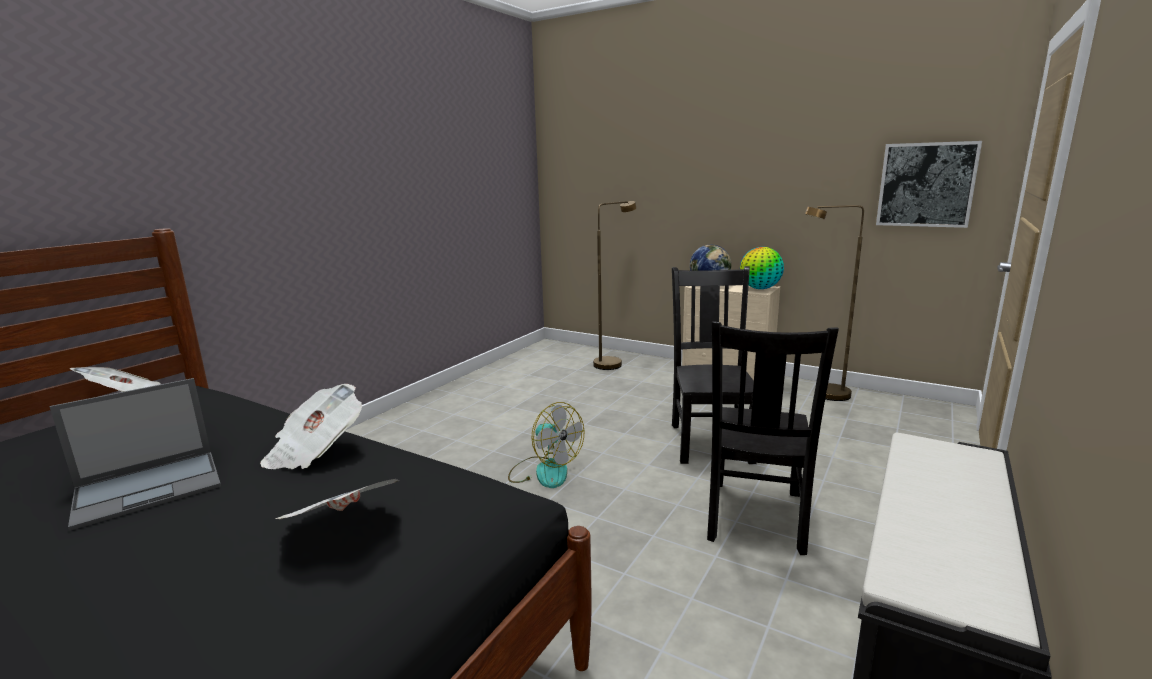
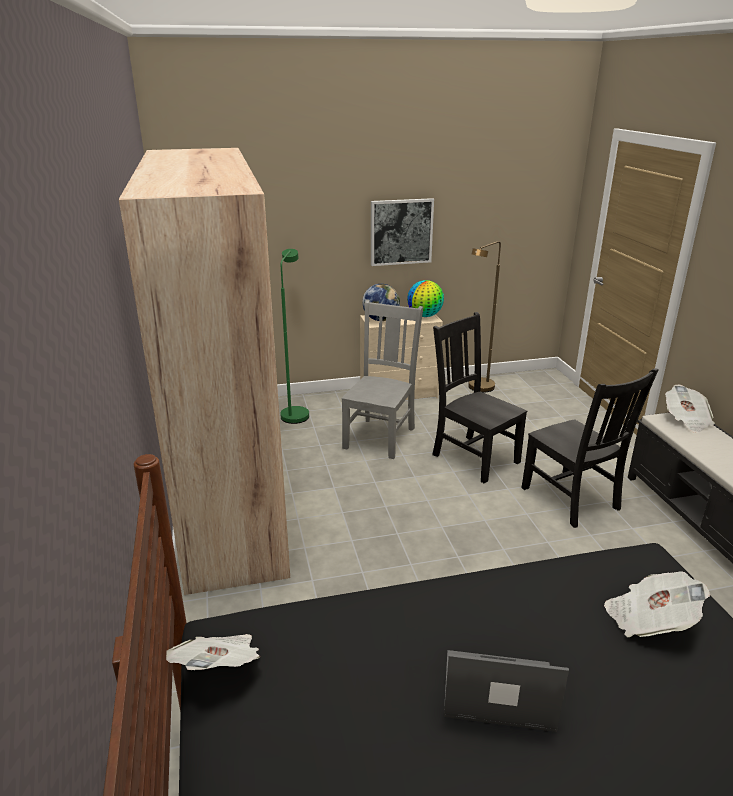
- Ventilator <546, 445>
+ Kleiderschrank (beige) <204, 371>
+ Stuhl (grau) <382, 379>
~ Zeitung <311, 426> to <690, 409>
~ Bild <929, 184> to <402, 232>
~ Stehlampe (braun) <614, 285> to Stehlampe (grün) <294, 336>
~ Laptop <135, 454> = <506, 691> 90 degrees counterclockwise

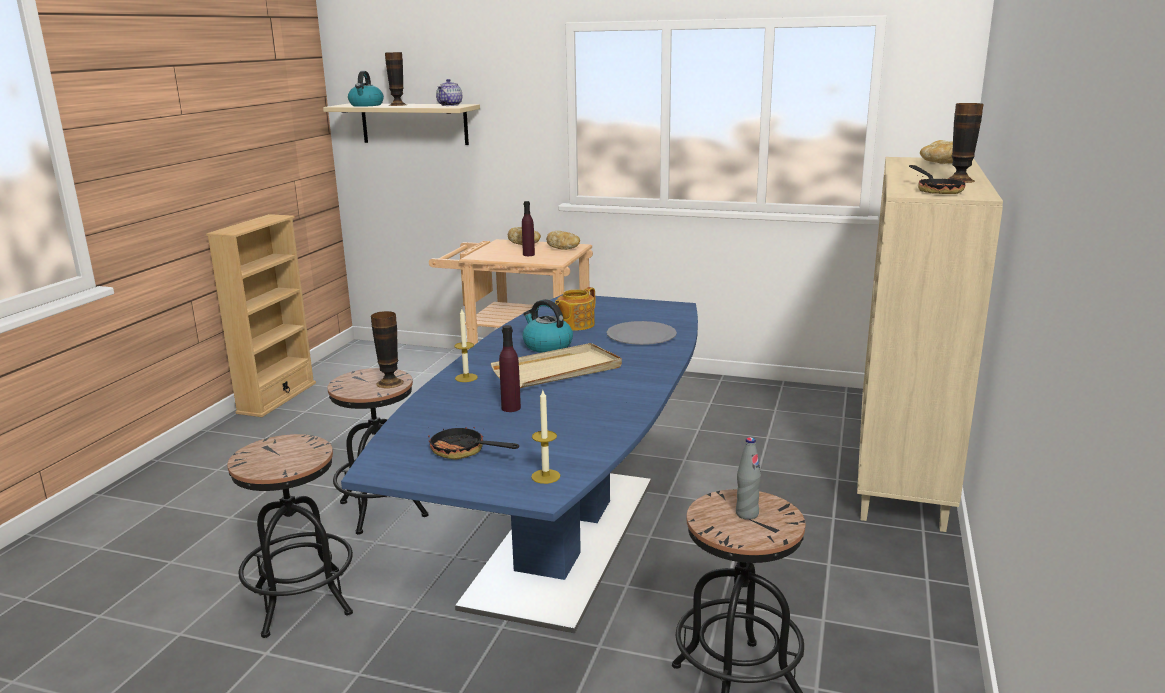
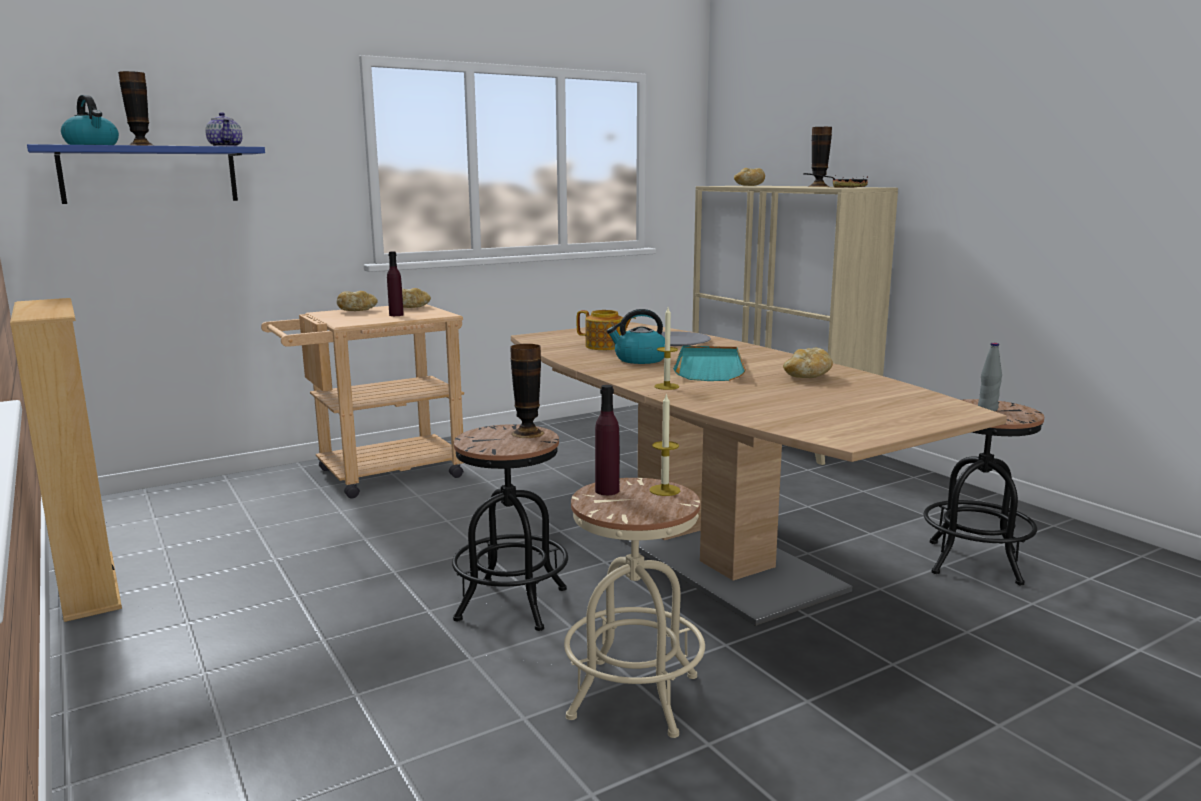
- Pfanne <473, 440>
+ Brot <808, 363>
~ Flasche (lila) <510, 368> to <607, 440>
~ Kerze <545, 437> to <665, 444>
~ Hocker (schwarz) <290, 536> to Hocker (beige) <634, 608>
~ Wandregal (beige) <401, 124> to Wandregal (blau) <146, 174>
~ Esstisch (blau) <519, 463> to Esstisch (braun) <759, 474>
~ Tablett (beige) <556, 365> to Tablett (türkis) <709, 363>
~ Teekanne <575, 309> = <606, 330> 60 degrees counterclockwise

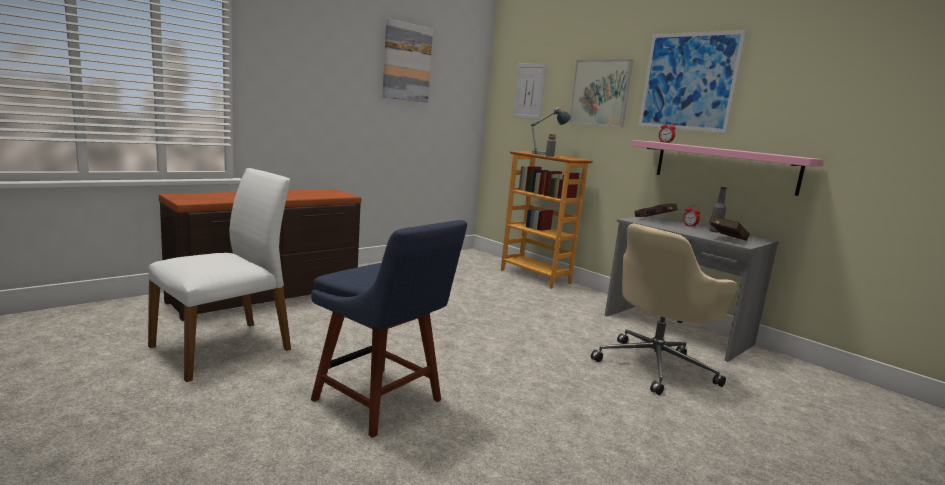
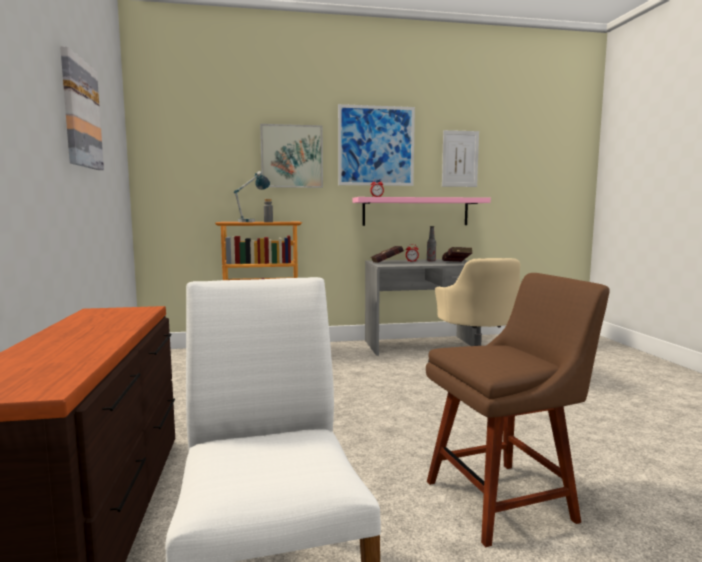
~ Bild <529, 91> to <460, 158>
~ Stuhl (blau) <389, 329> to Stuhl (braun) <518, 410>

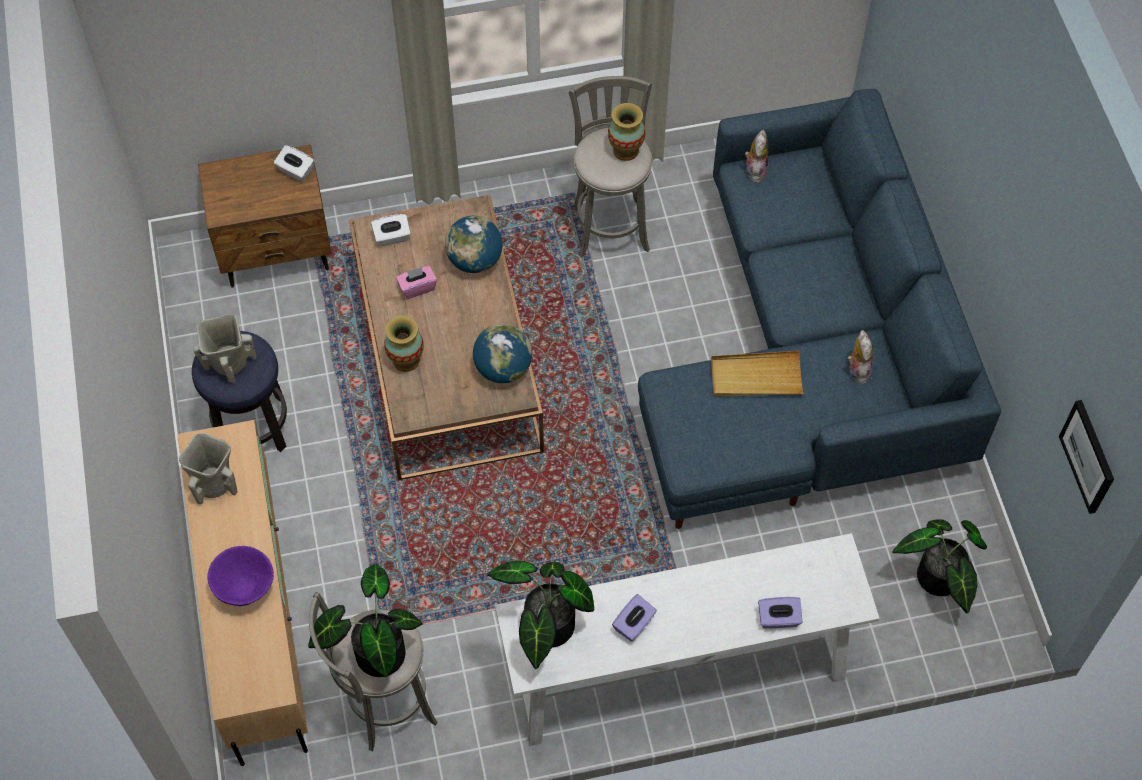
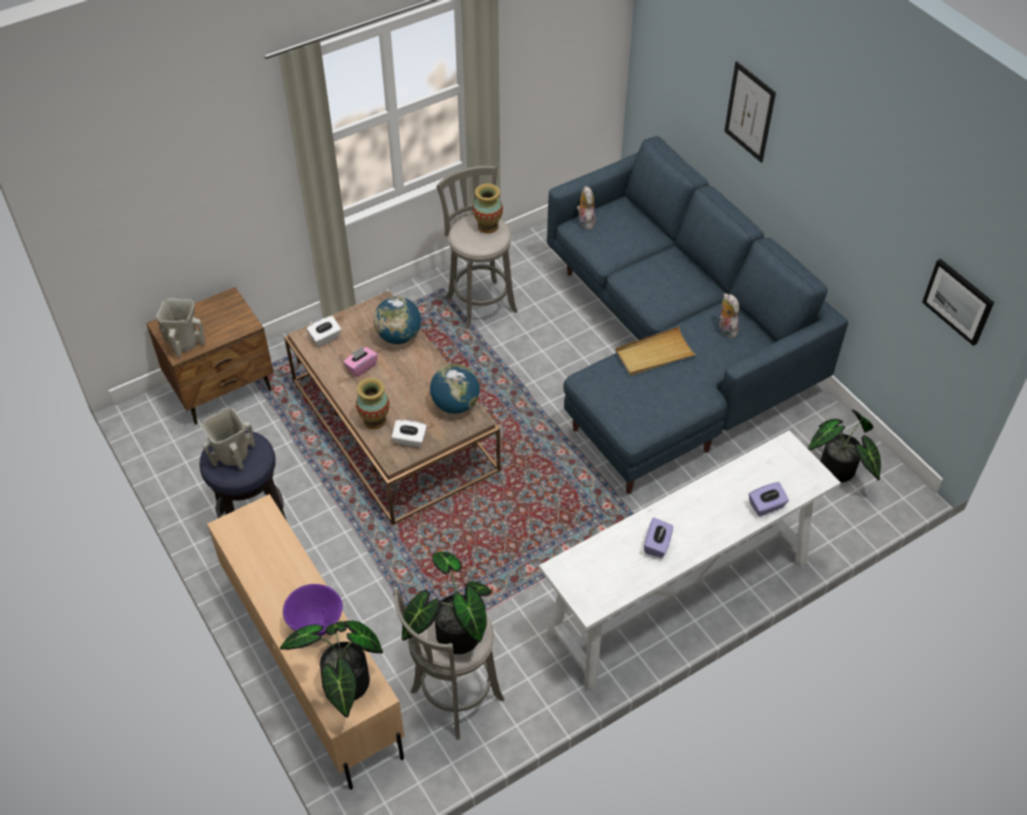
+ Bild <750, 112>
~ Vase (beige) <208, 468> to <180, 328>
~ Taschentuchbox (weiß) <294, 163> to <409, 433>
~ Topfpflanze <540, 615> to <331, 669>

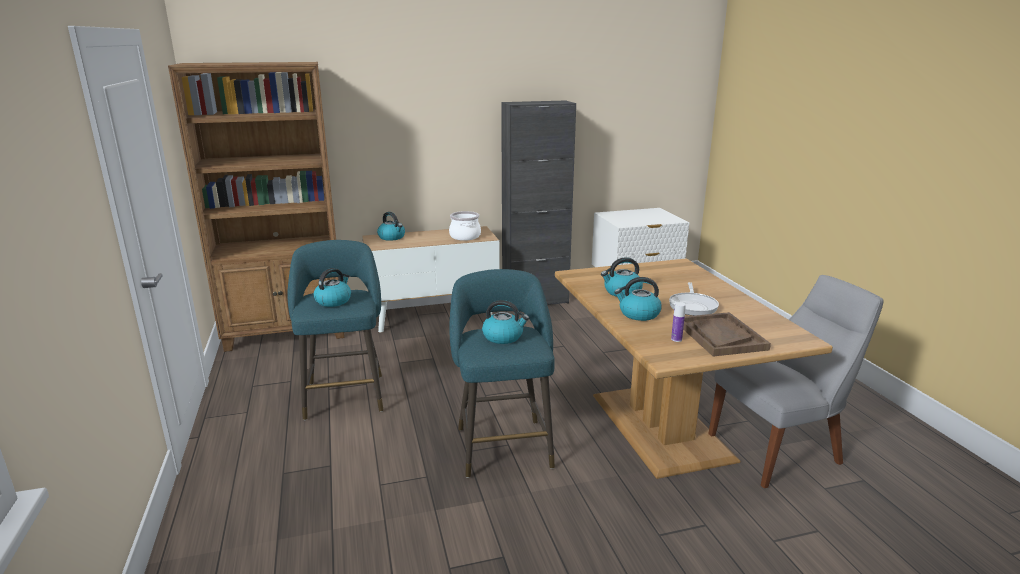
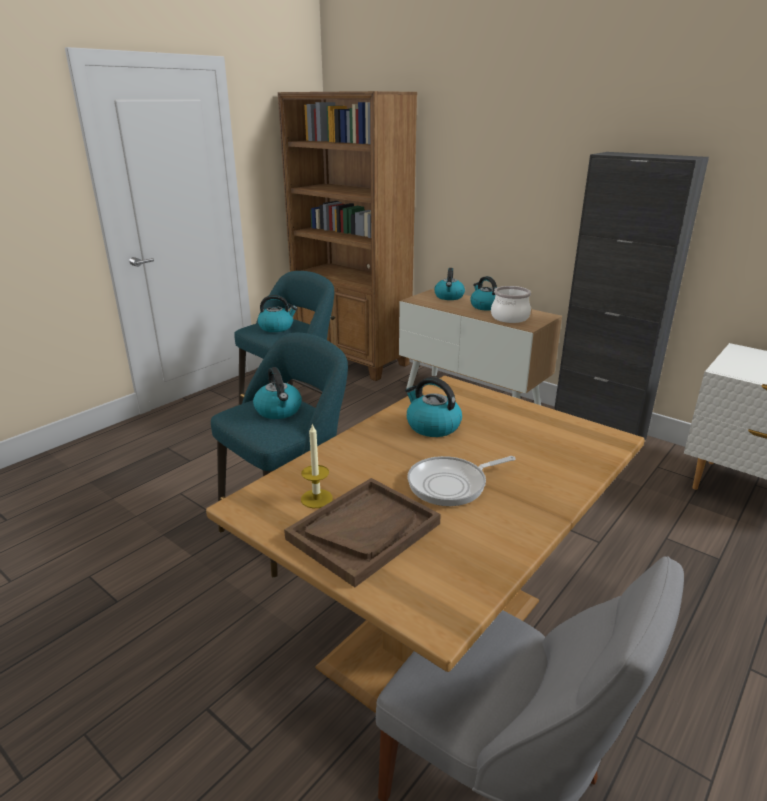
~ Wasserkessel <638, 299> to <483, 293>
~ Flasche <678, 322> to Kerze <317, 465>

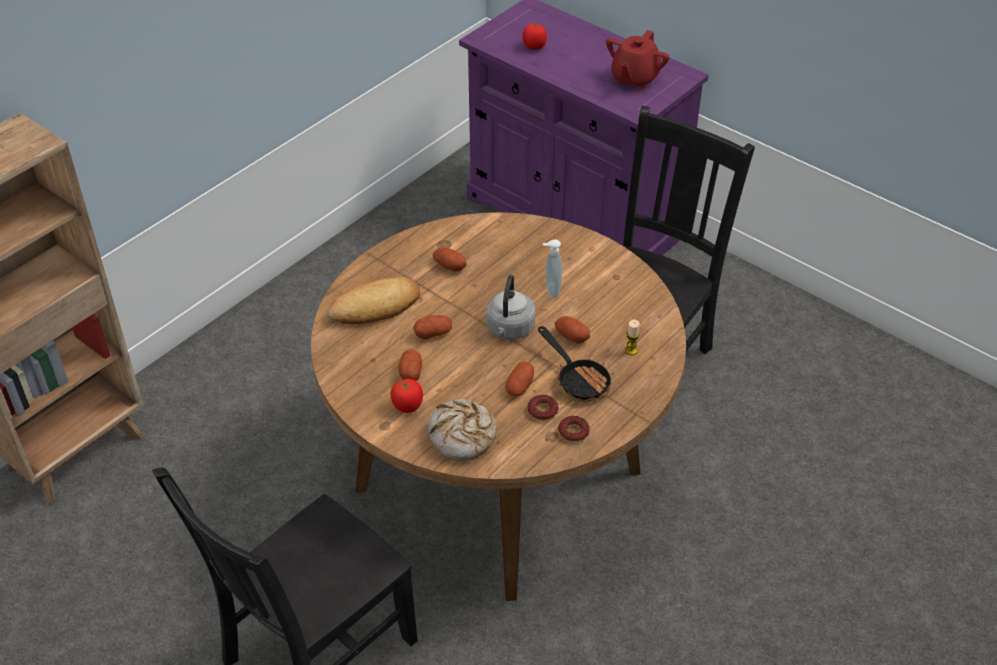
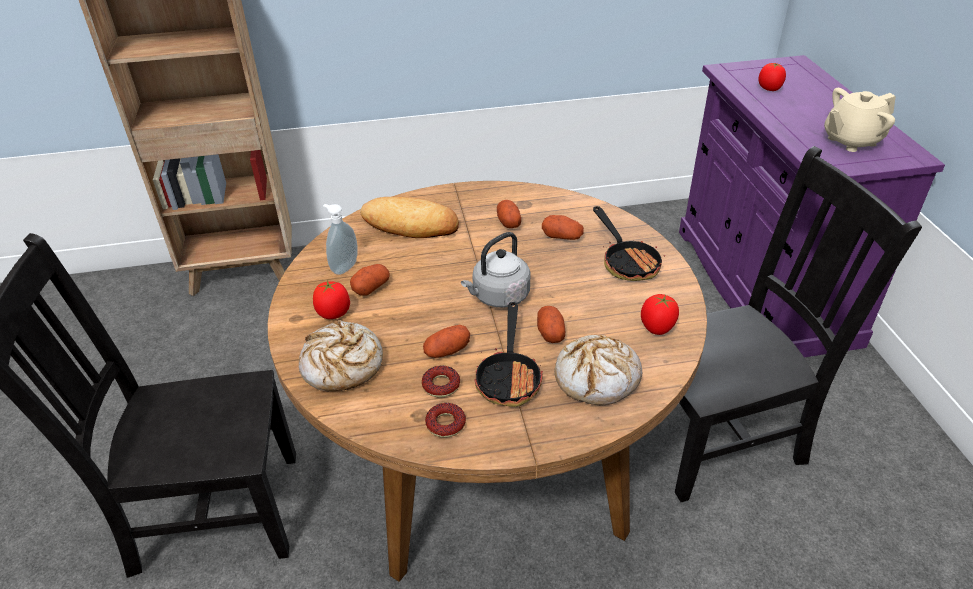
+ Pfanne <629, 243>
+ Tomate <660, 314>
~ Kartoffel <432, 327> to <563, 227>
~ Seifenspender <552, 268> to <340, 239>
~ Kerze <632, 337> to Brot <598, 370>
~ Teekanne (rot) <638, 59> to Teekanne (beige) <860, 120>

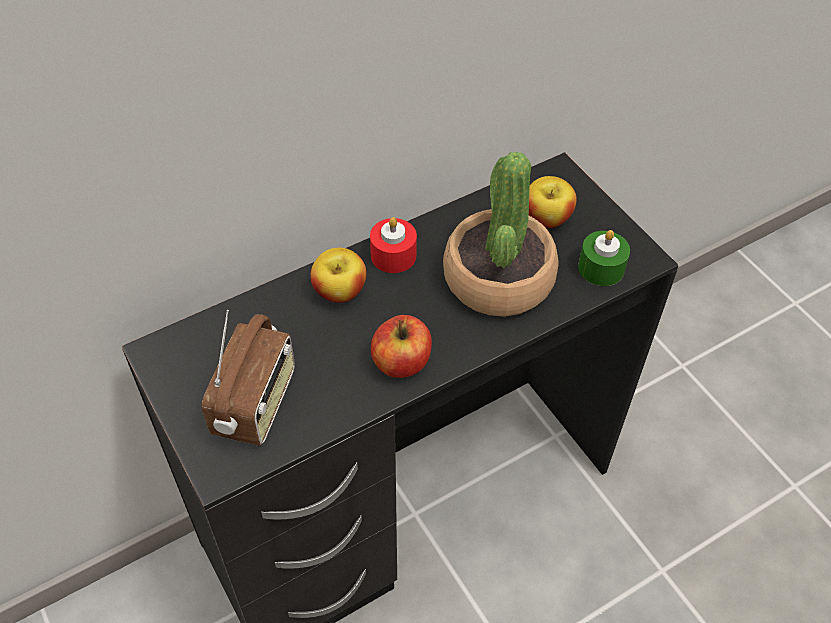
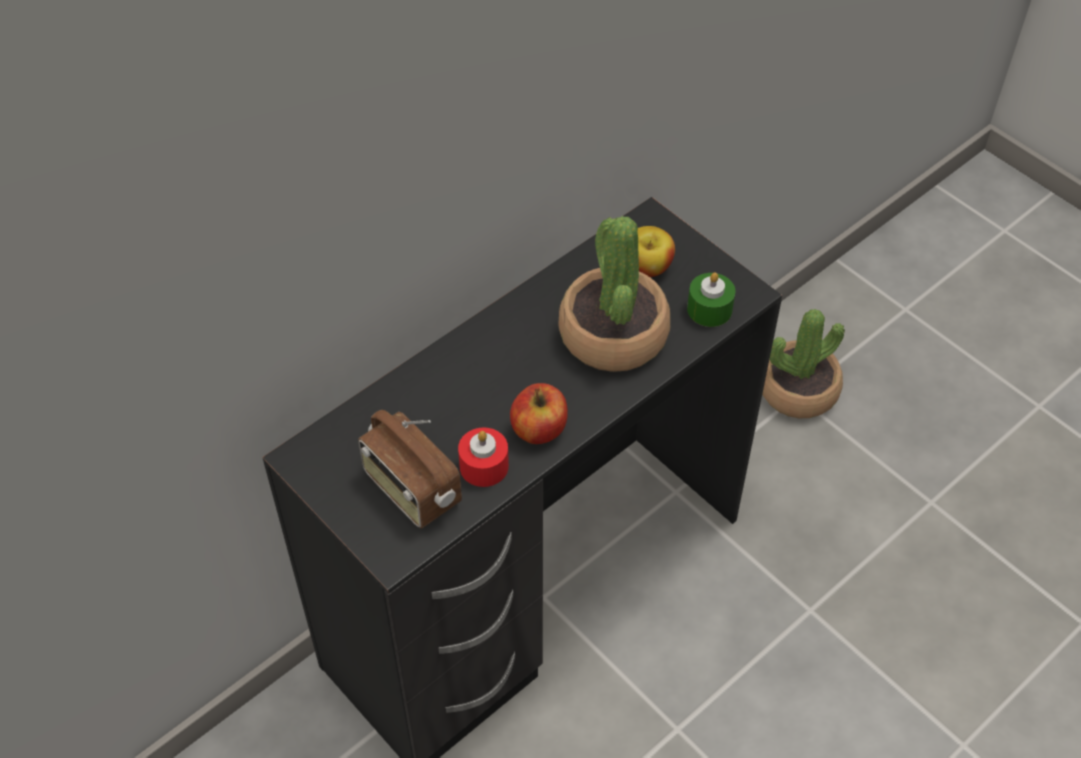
- Apfel <338, 275>
+ Topfpflanze <803, 363>
~ Kerze (rot) <393, 245> to <483, 457>
~ Radio <248, 378> = <410, 469> 135 degrees clockwise

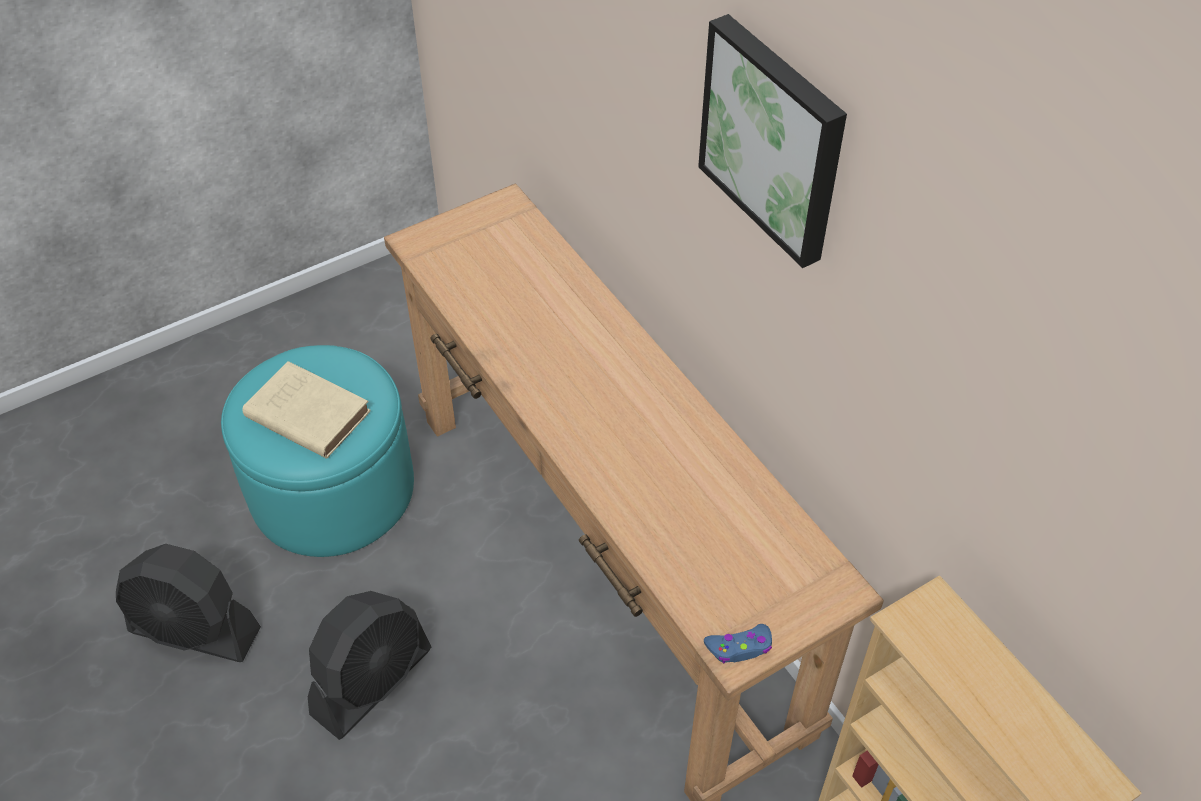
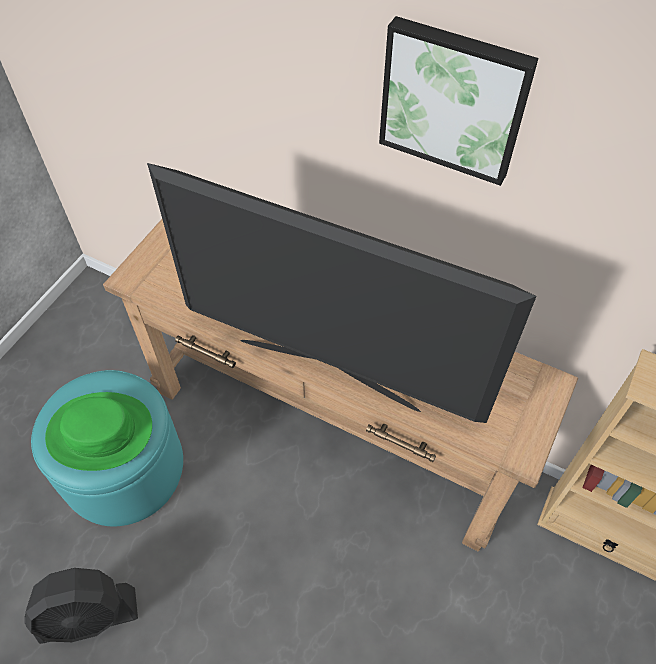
- Ventilator (schwarz) <370, 665>
- Gamepad (blau) <738, 643>
+ Fernseher <341, 293>
~ Buch (beige) <306, 410> to Hut (grün) <98, 431>

